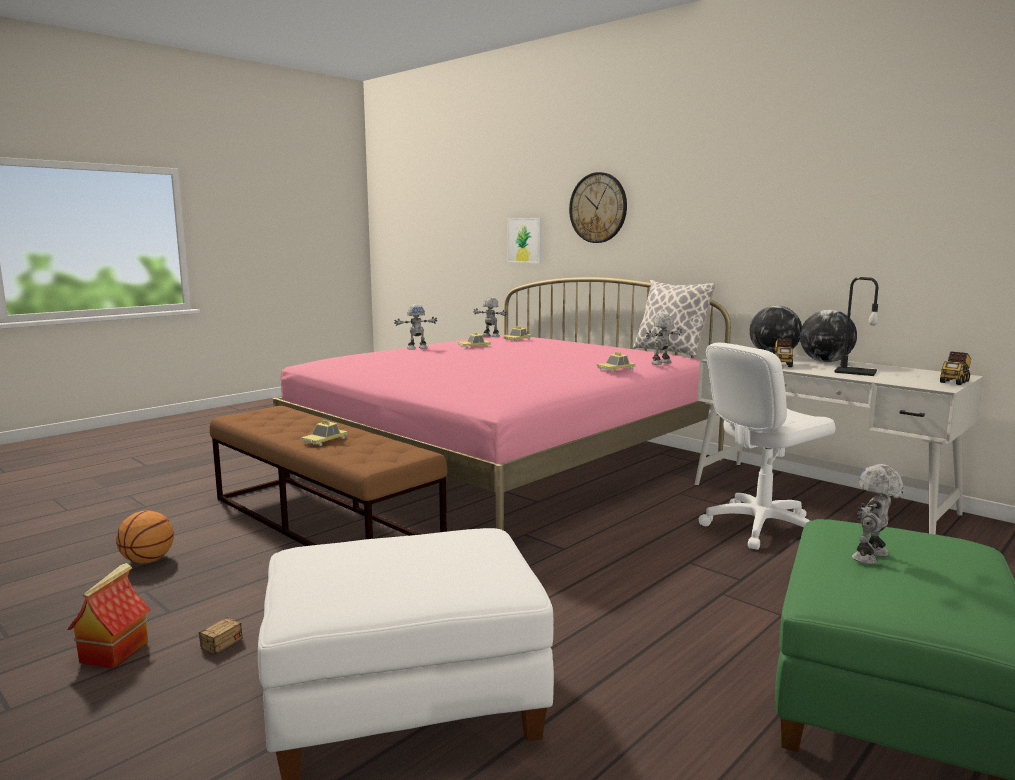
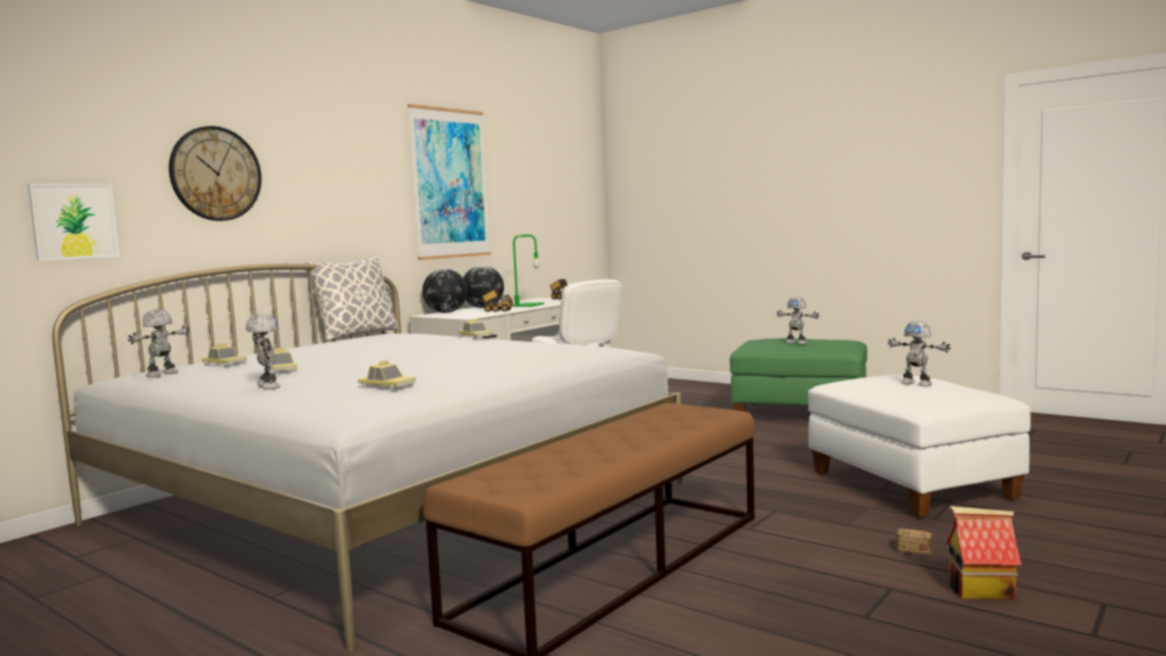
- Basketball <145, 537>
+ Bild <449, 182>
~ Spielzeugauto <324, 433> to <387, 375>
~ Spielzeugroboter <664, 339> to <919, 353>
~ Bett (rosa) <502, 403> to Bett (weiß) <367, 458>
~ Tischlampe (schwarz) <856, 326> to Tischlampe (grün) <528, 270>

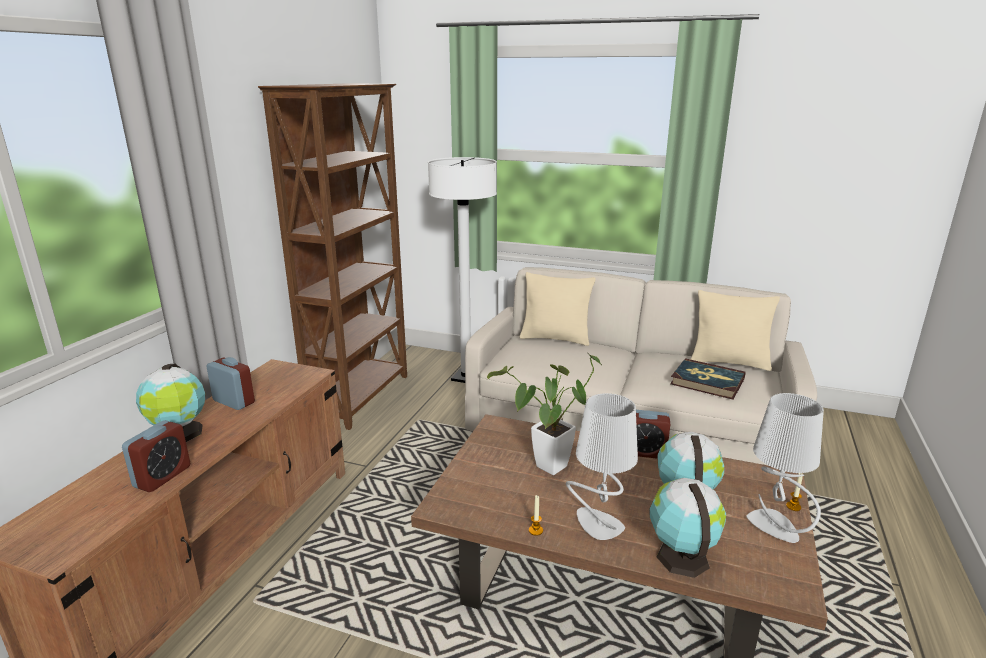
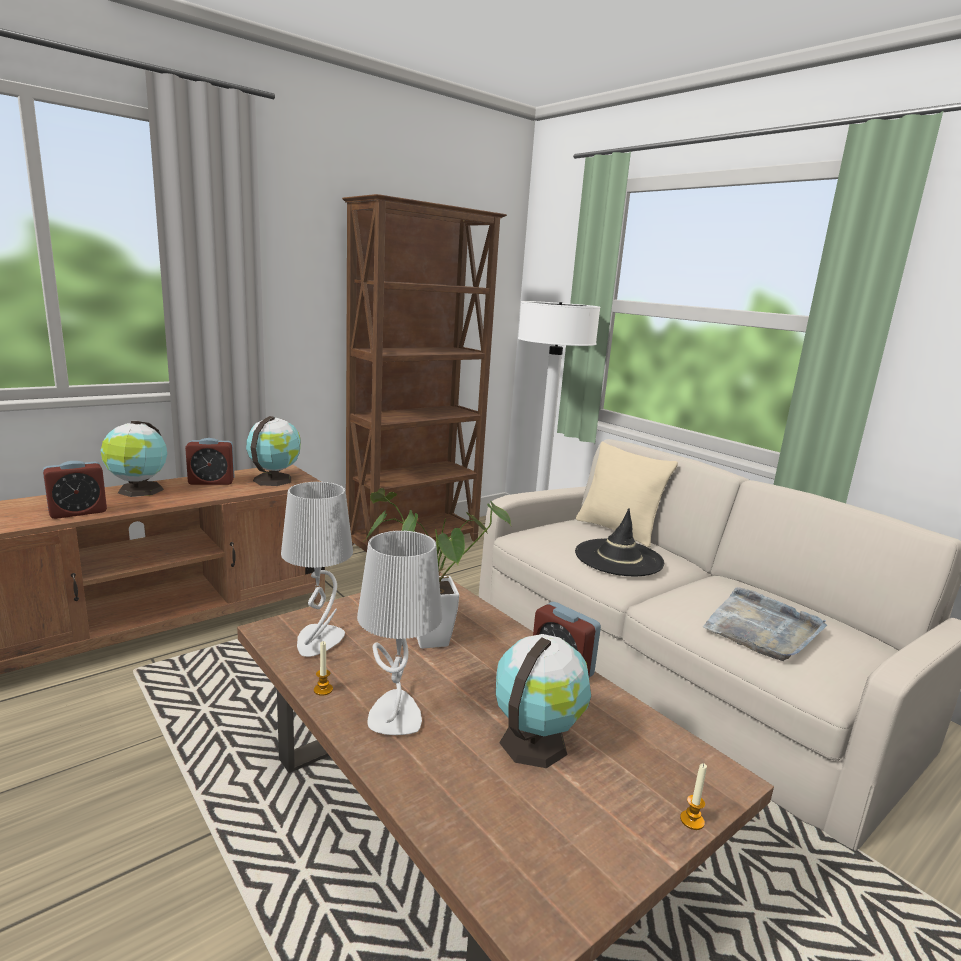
- Kissen (beige) <735, 330>
+ Hut (schwarz) <619, 542>
~ Globus <688, 528> to <273, 451>
~ Tischlampe (grau) <785, 468> to <317, 569>
~ Buch <708, 379> to Tablett (grau) <764, 624>
~ Wecker <230, 383> = <210, 461> 105 degrees clockwise

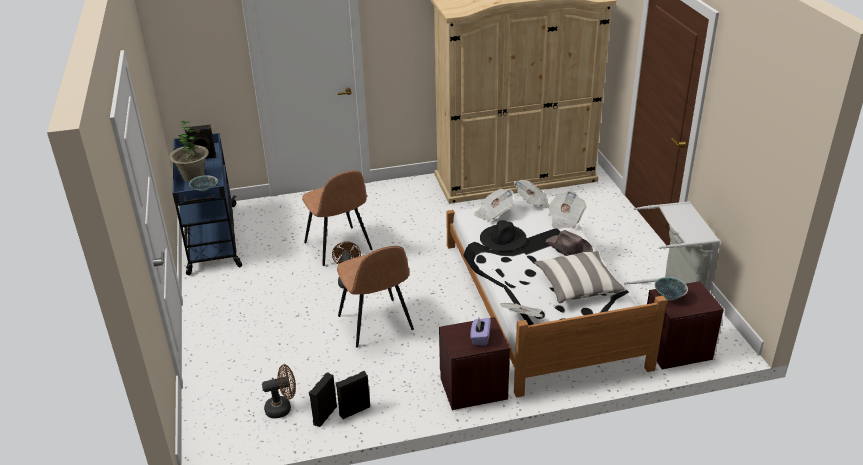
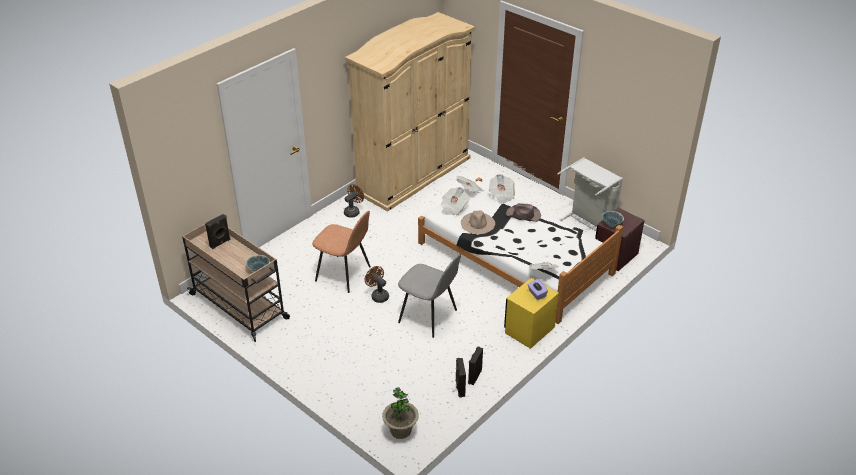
- Kissen <580, 277>
~ Topfpflanze <189, 151> to <400, 413>
~ Ventilator (braun) <279, 392> to <354, 201>
~ Rollwagen (blau) <207, 204> to Rollwagen (beige) <236, 283>
~ Stuhl (braun) <375, 297> to Stuhl (grau) <429, 296>
~ Nachttisch (braun) <474, 363> to Nachttisch (gelb) <531, 313>
~ Hut (schwarz) <503, 235> to Hut (beige) <478, 222>

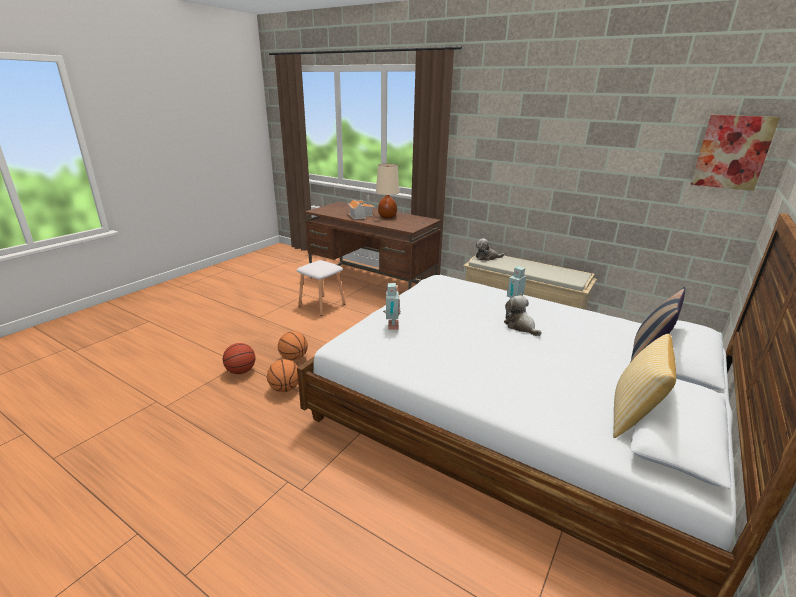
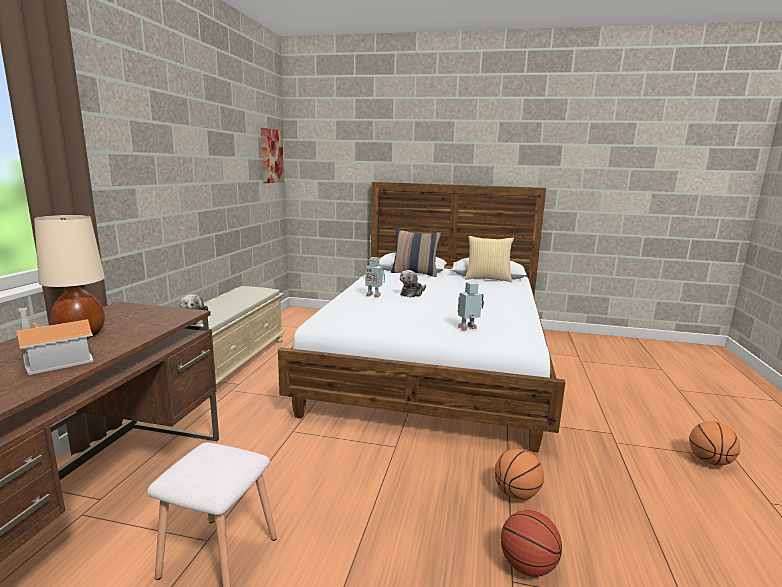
~ Basketball <293, 345> to <714, 443>

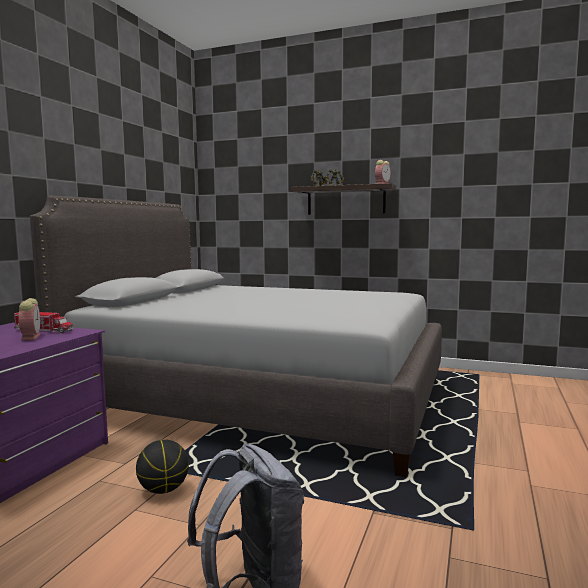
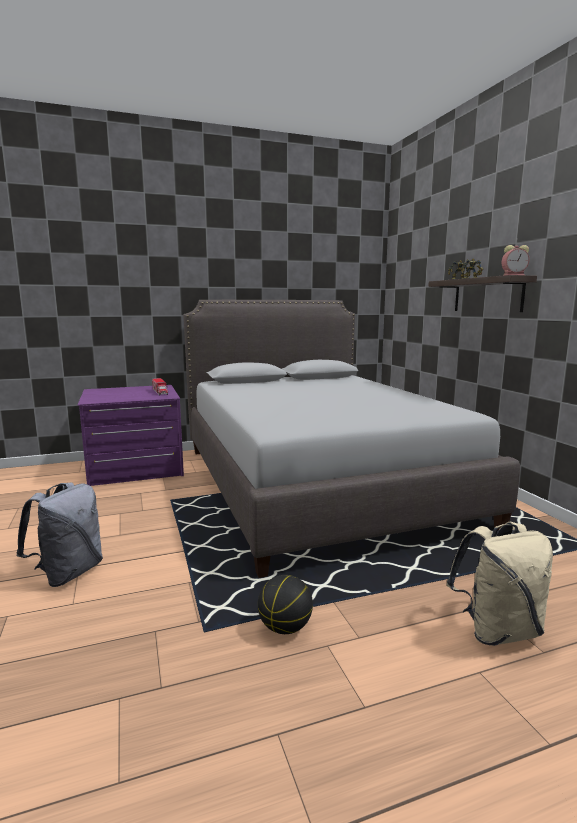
- Wecker <28, 319>
+ Rucksack (beige) <499, 584>
~ Basketball <162, 466> to <285, 604>

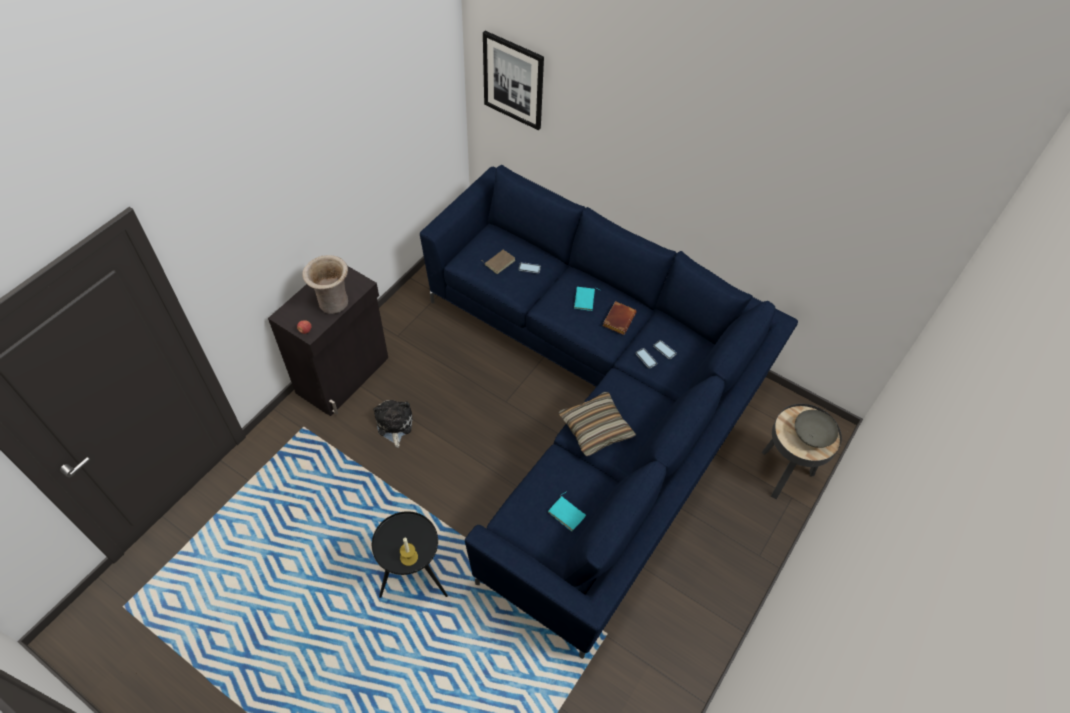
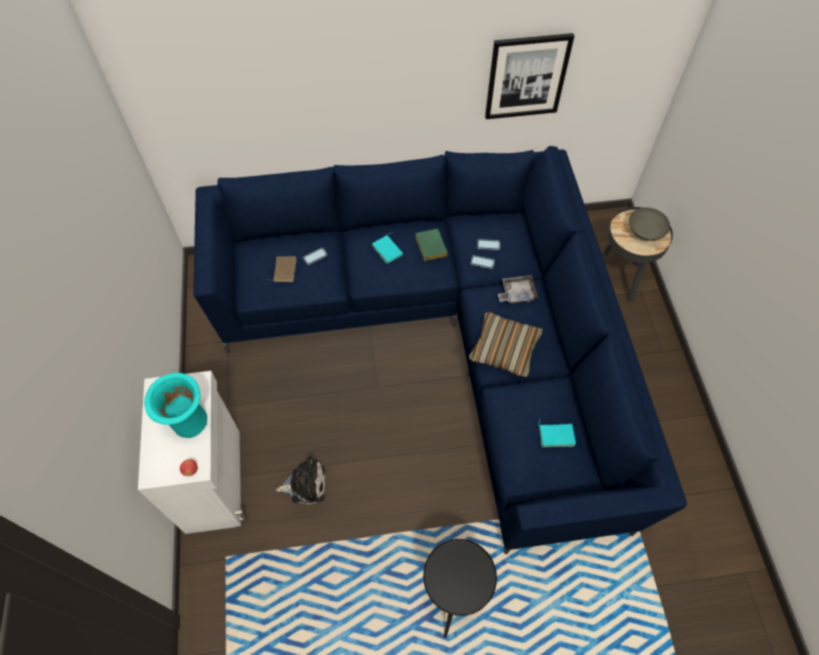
- Kerze <409, 551>
+ Tablett (grau) <518, 289>
~ Bild <513, 80> to <529, 76>
~ Schrank (schwarz) <328, 341> to Schrank (weiß) <192, 452>
~ Vase (beige) <325, 284> to Vase (türkis) <175, 405>
~ Buch (braun) <620, 318> to Buch (grün) <431, 245>
~ Plüschtier <393, 424> = <301, 480> 135 degrees clockwise

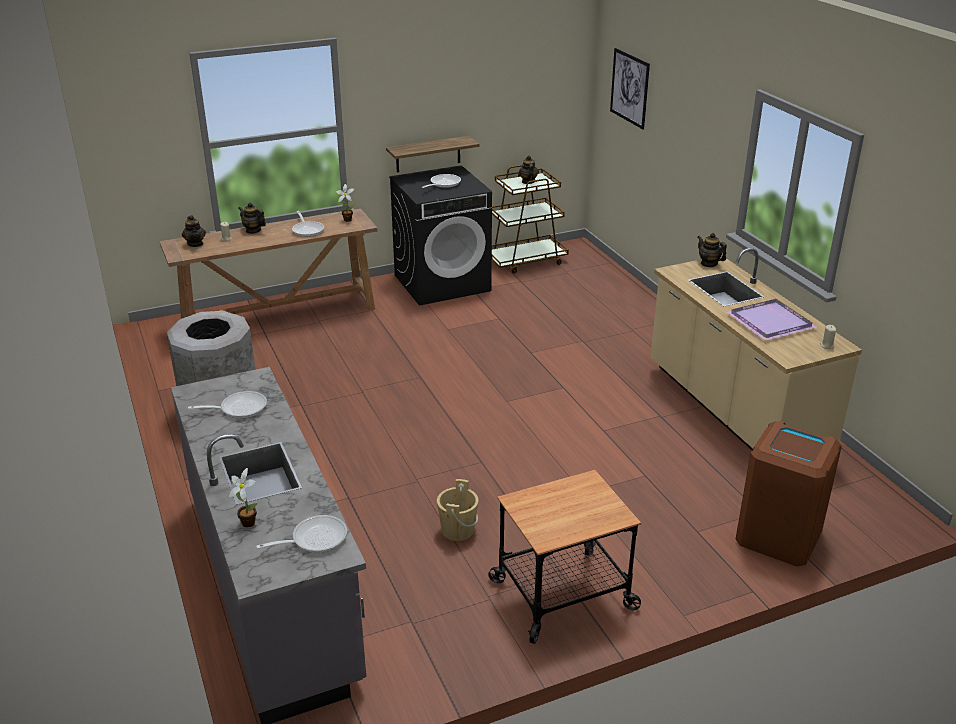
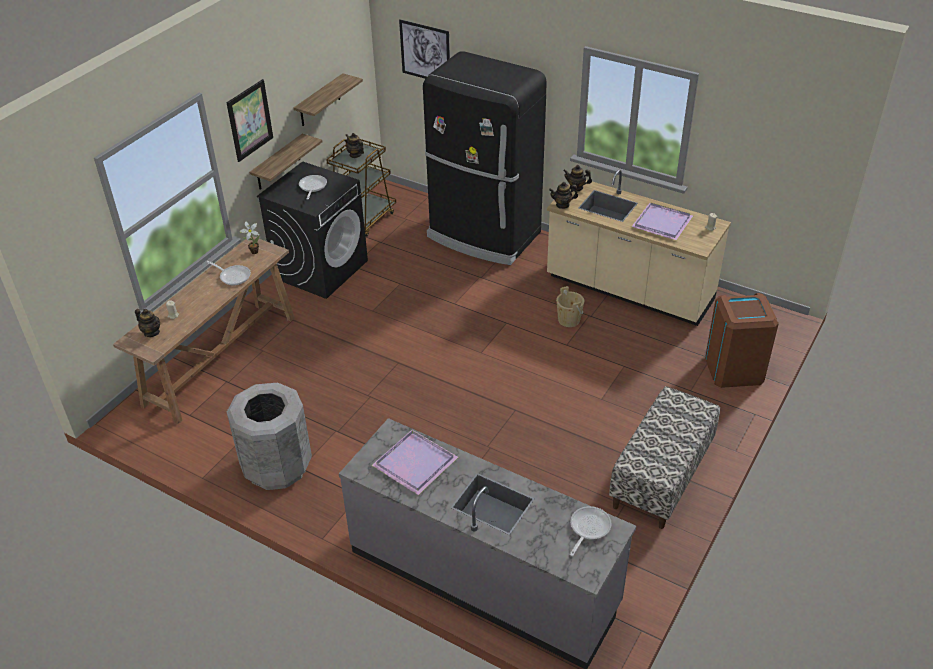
- Topfpflanze <243, 498>
+ Bild <250, 120>
+ Wandregal <328, 99>
+ Kühlschrank (schwarz) <485, 158>
~ Teekanne <252, 218> to <563, 195>
~ Eimer (beige) <458, 510> to <570, 306>
~ Pfanne <227, 405> to Tablett (lila) <414, 462>
~ Rollwagen <564, 557> to Bank <664, 457>

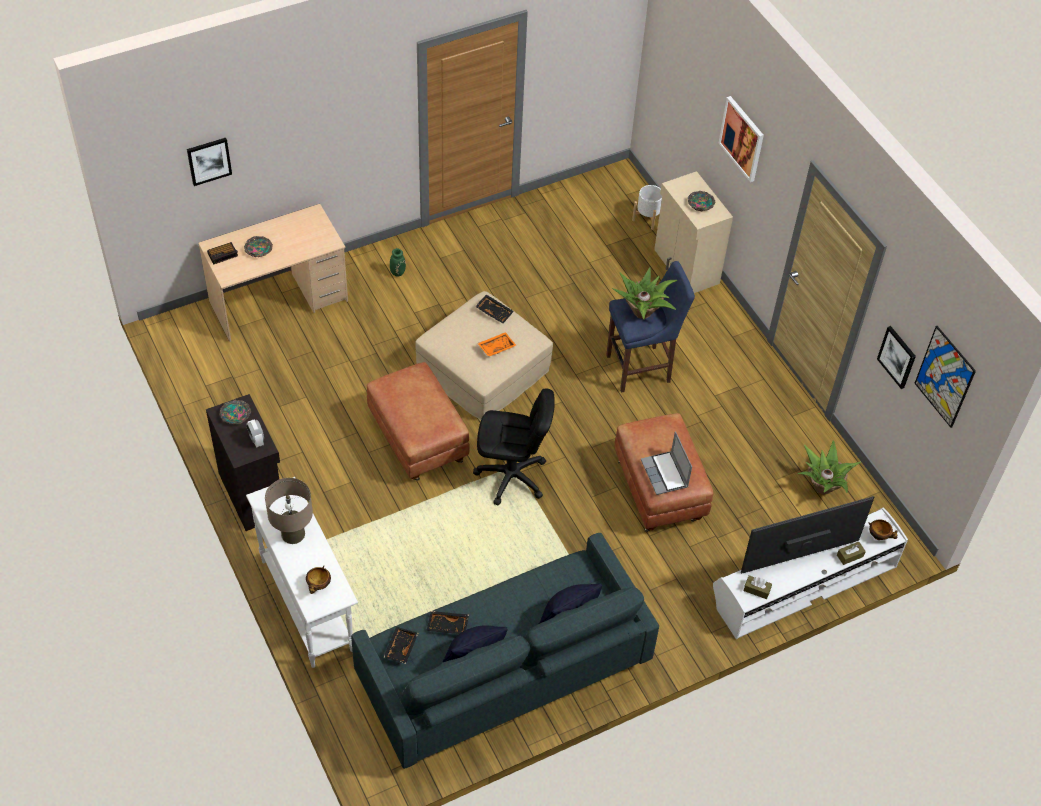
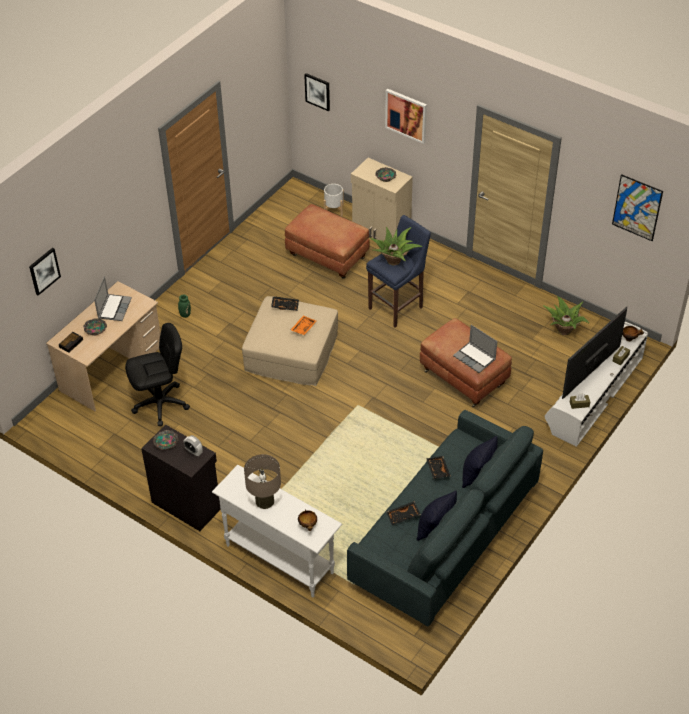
+ Laptop <113, 298>
~ Polsterhocker (braun) <418, 421> to <327, 241>
~ Tablett (schwarz) <400, 645> to <438, 467>
~ Bürostuhl (schwarz) <514, 447> to <157, 374>
~ Bild <896, 357> to <317, 92>

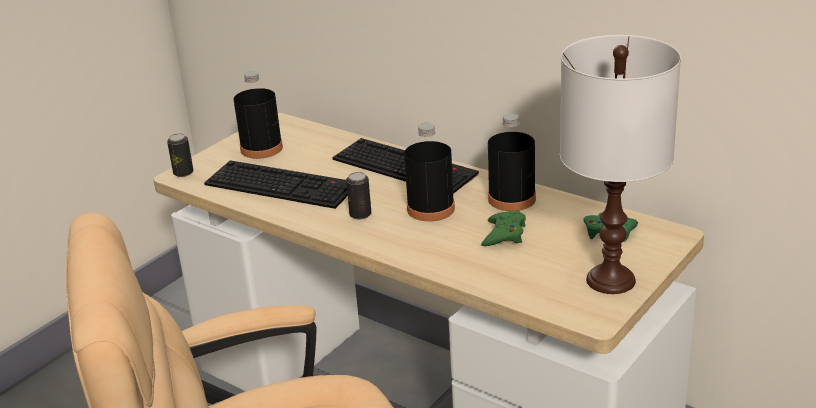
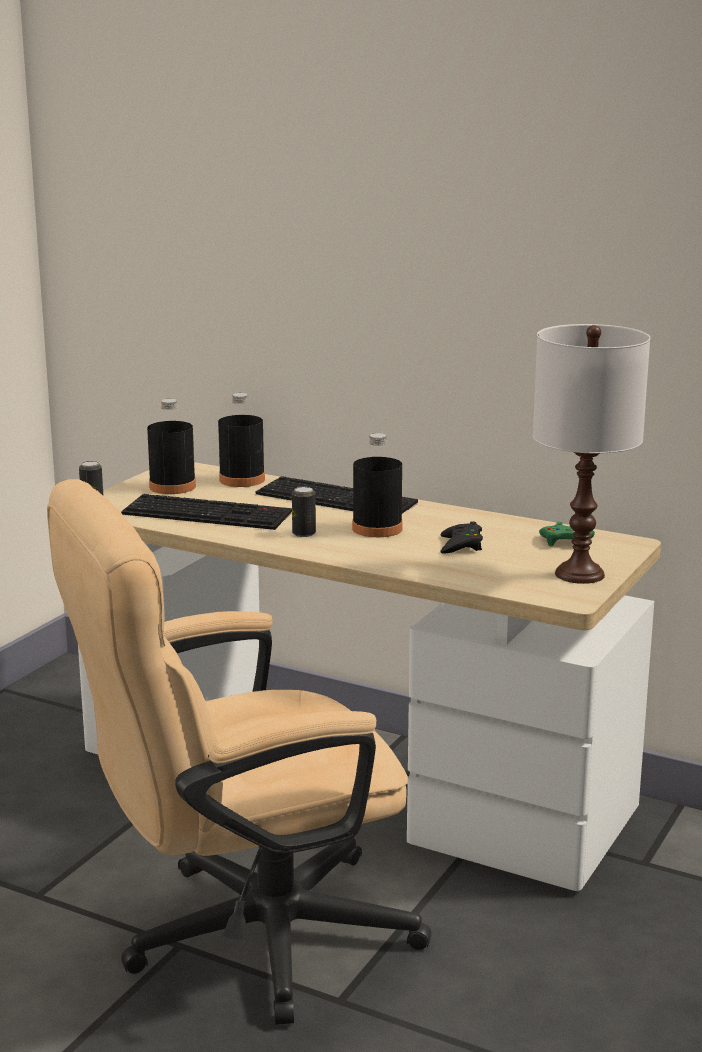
~ Flasche (schwarz) <512, 162> to <241, 440>
~ Gamepad (grün) <503, 228> to Gamepad (schwarz) <461, 537>

